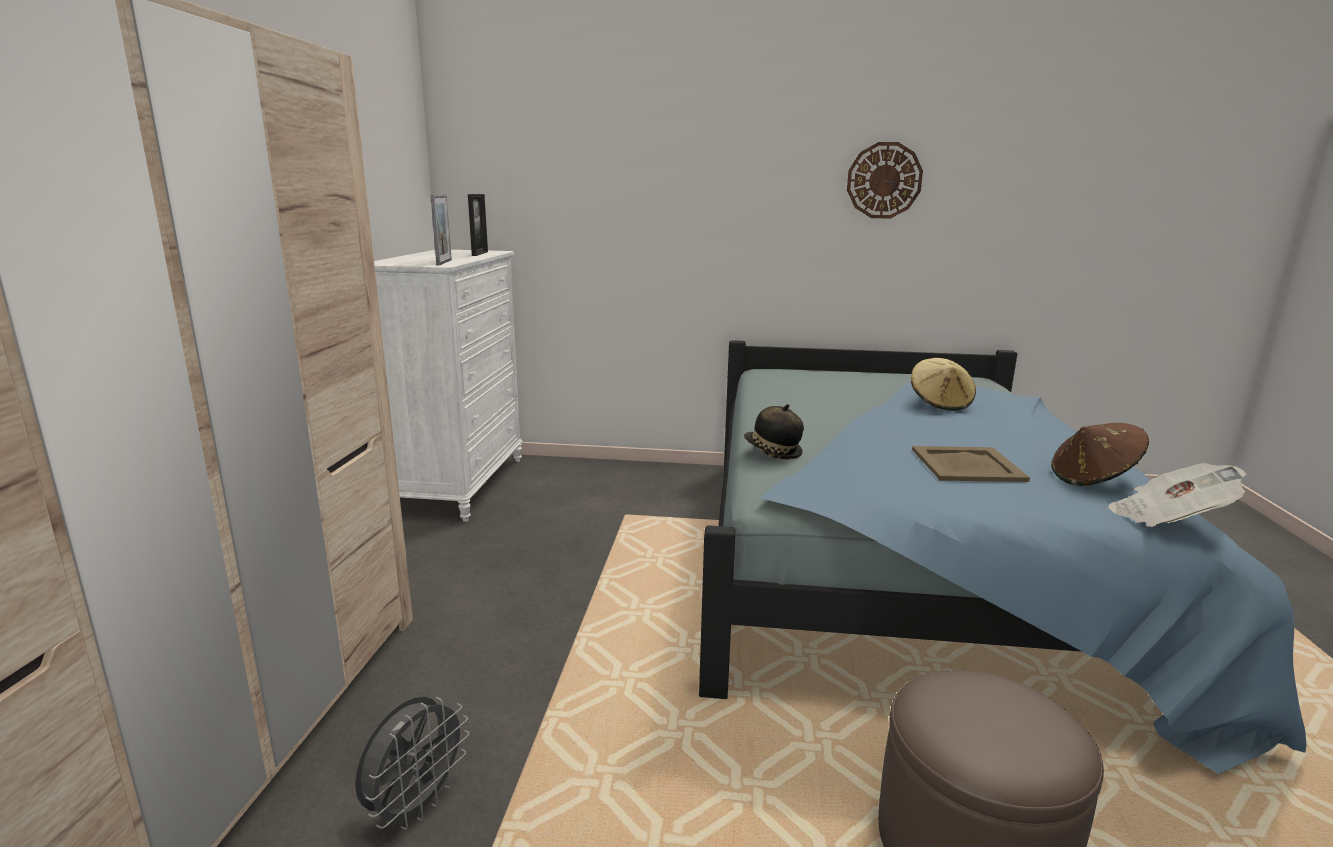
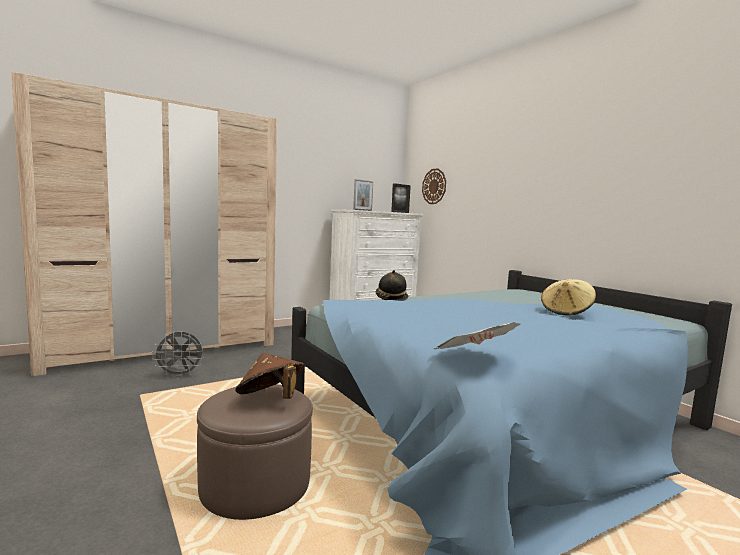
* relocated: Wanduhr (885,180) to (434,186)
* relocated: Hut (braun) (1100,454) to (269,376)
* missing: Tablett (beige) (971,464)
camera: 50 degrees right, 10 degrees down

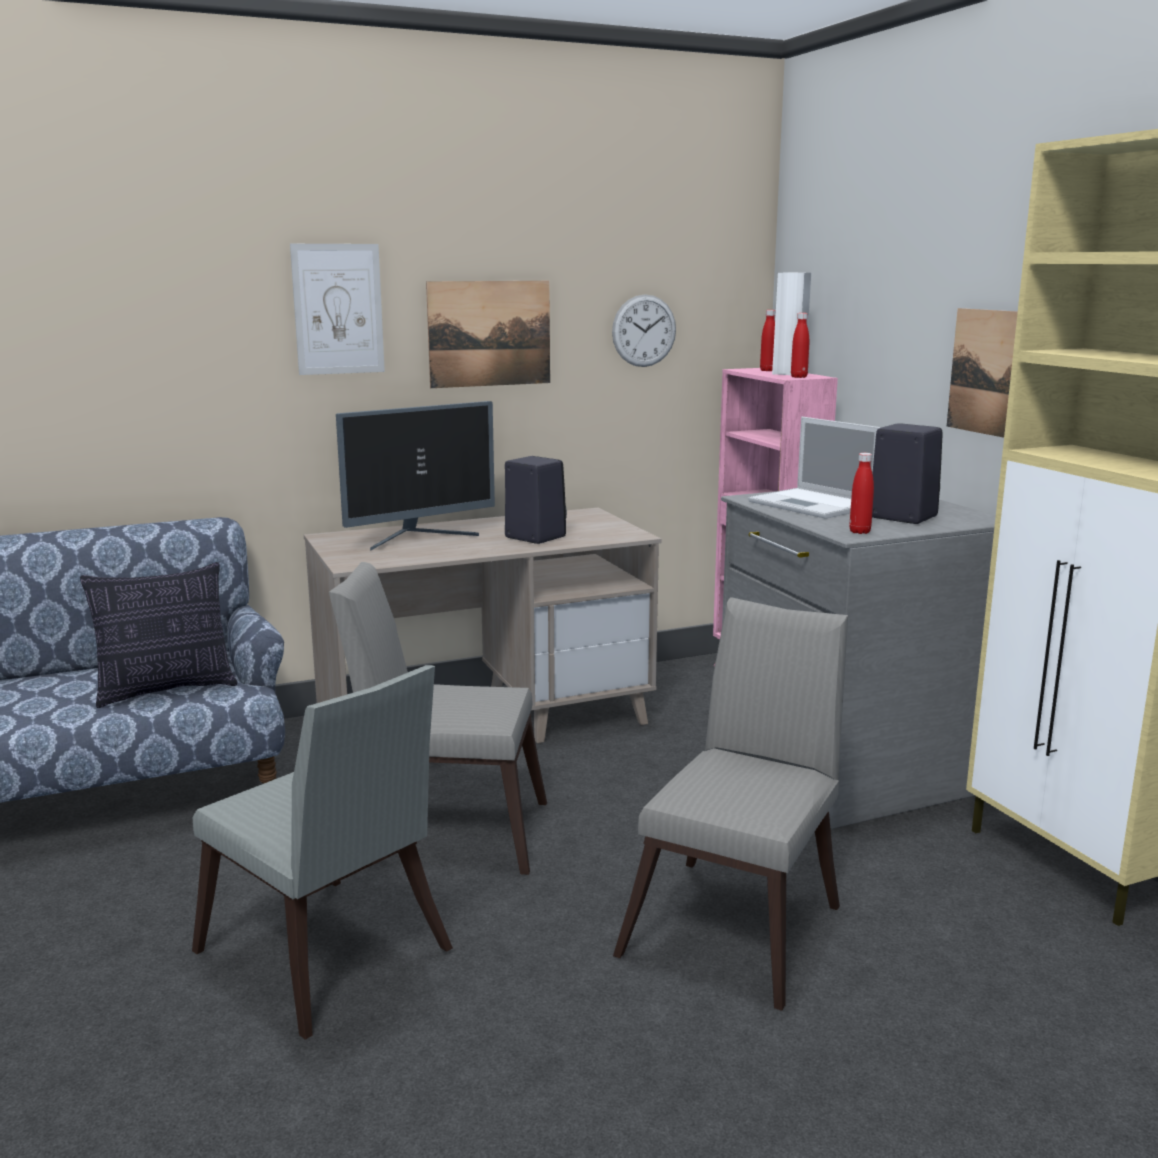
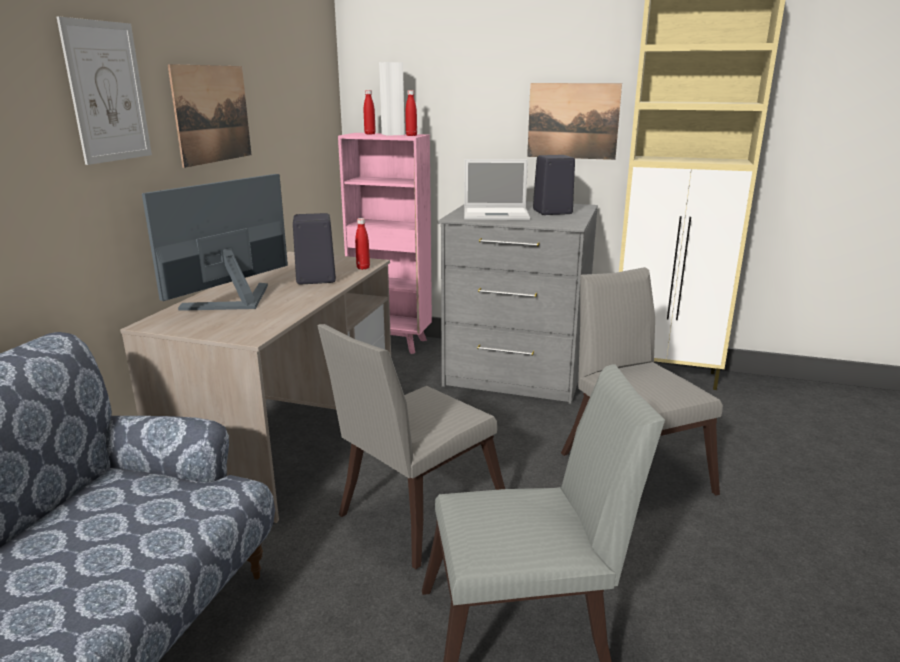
* missing: Wanduhr (644,330)
* spun: Monitor (415,476) = (215,242) 150 degrees counterclockwise
* relocated: Flasche (rot) (861,493) to (362,244)
* missing: Kissen (158,635)
camera: 50 degrees left, 5 degrees up

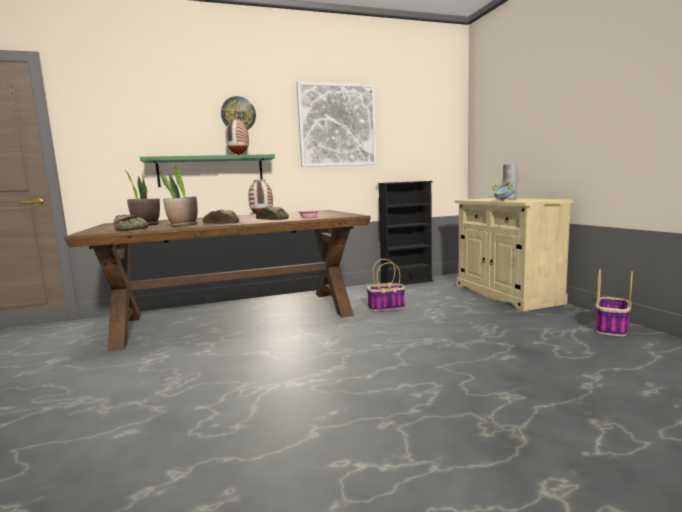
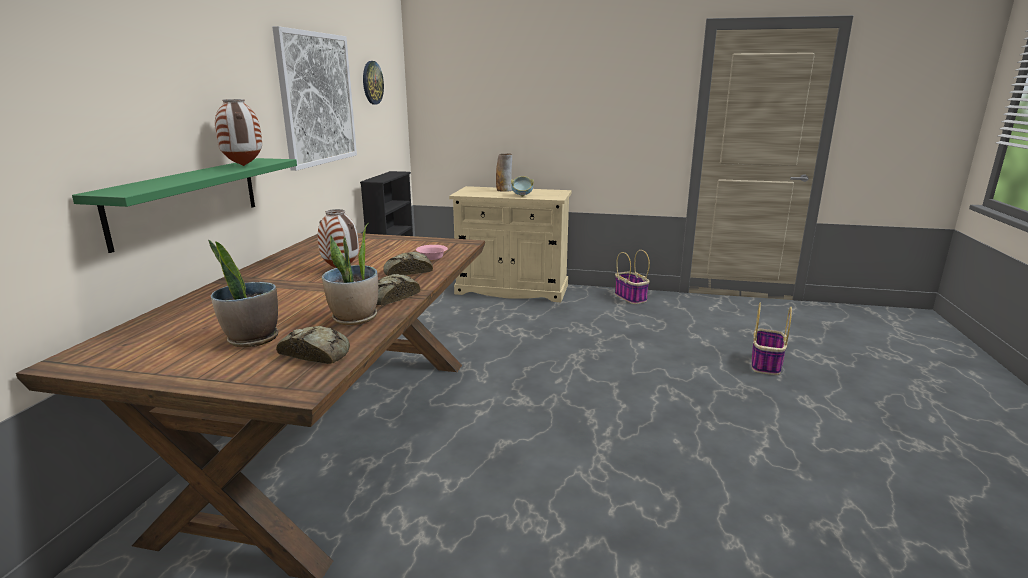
* relocated: Wanduhr (238,113) to (373,83)
* relocated: Korb (385,285) to (772,339)
camera: 60 degrees left, 10 degrees up

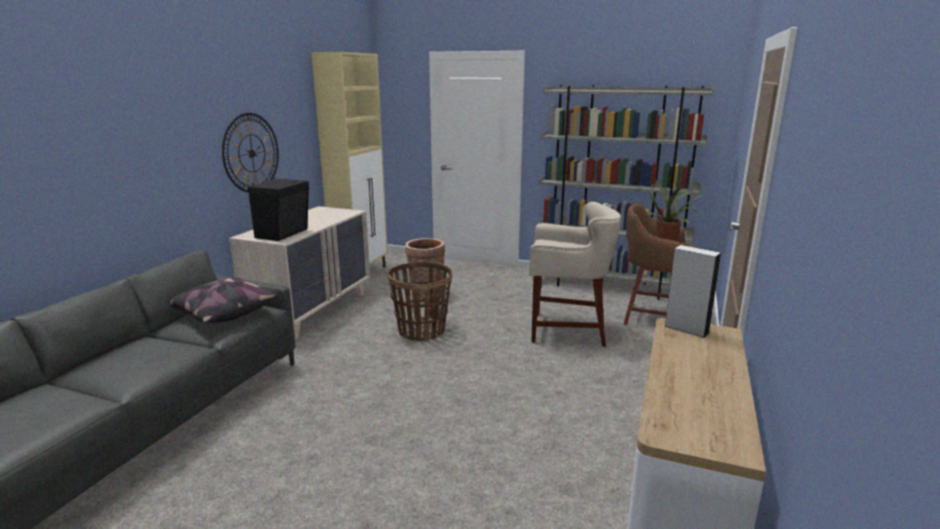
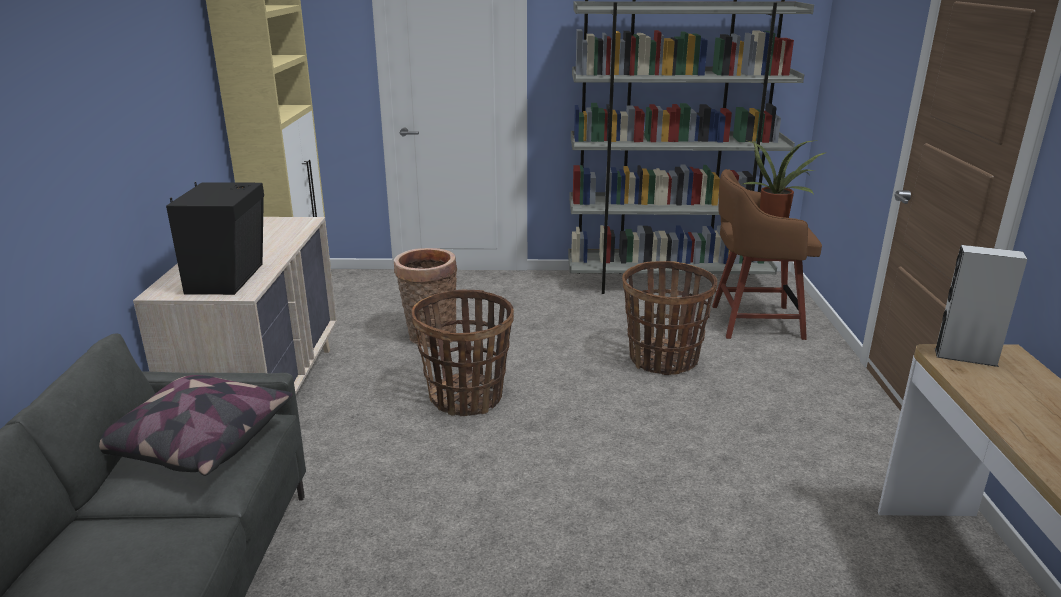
* missing: Wanduhr (250,153)
* exchanged: Hocker (beige) (575,274) to Korb (669,318)
camera: 20 degrees left, 5 degrees up

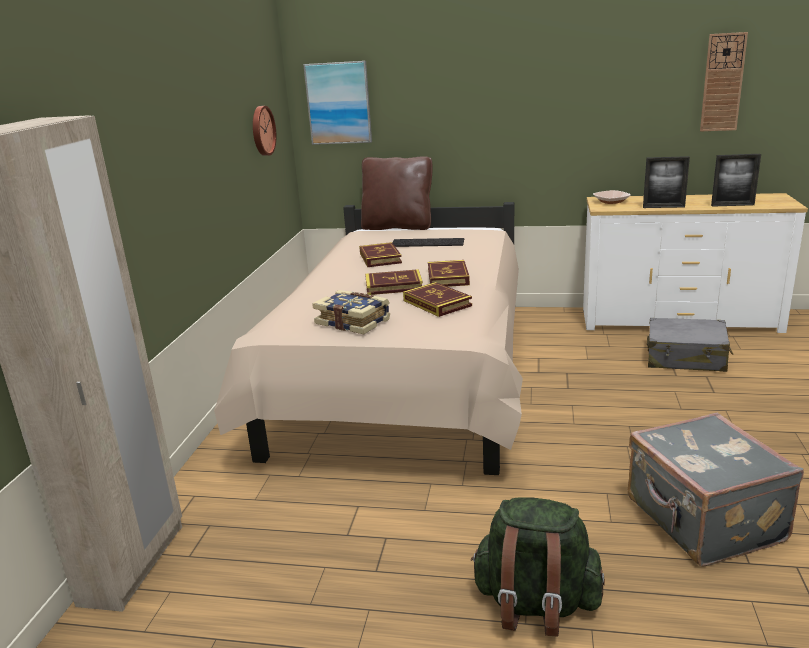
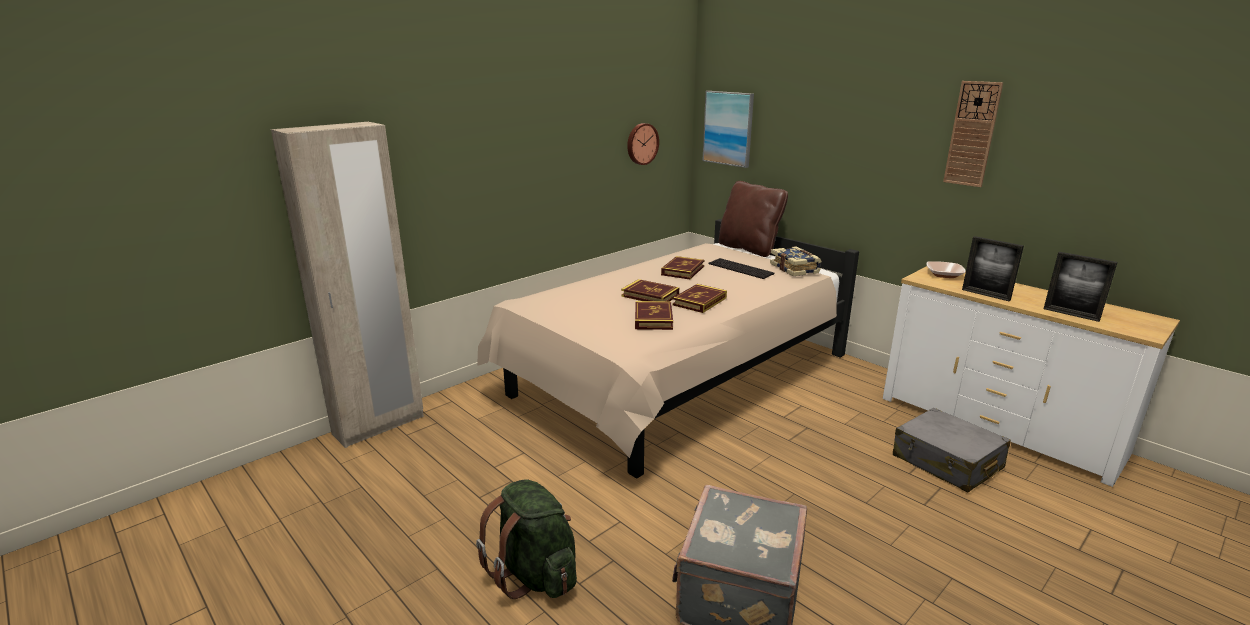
* relocated: Wanduhr (724,81) to (973,134)
* relocated: Buch (351,312) to (796,261)
camera: 35 degrees right, 0 degrees up

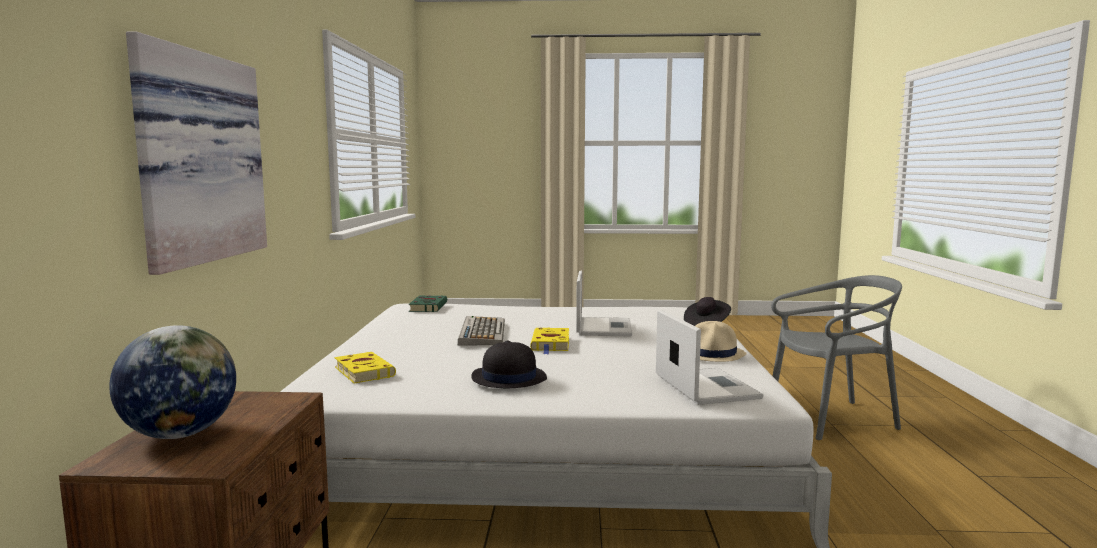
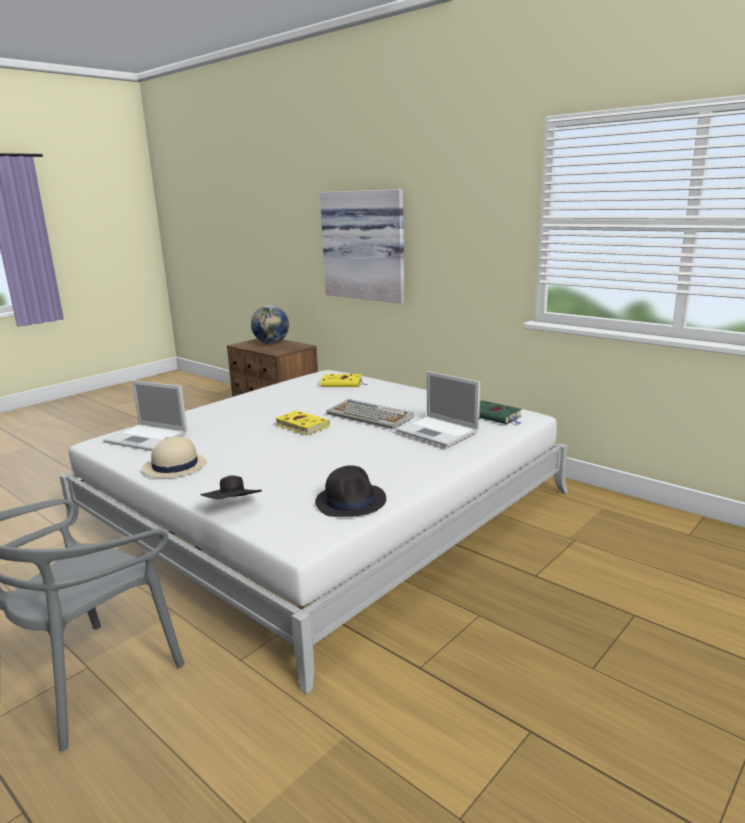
* relocated: Laptop (604,303) to (438,409)
* relocated: Hut (schwarz) (509,364) to (350,491)
camera: 130 degrees right, 10 degrees up

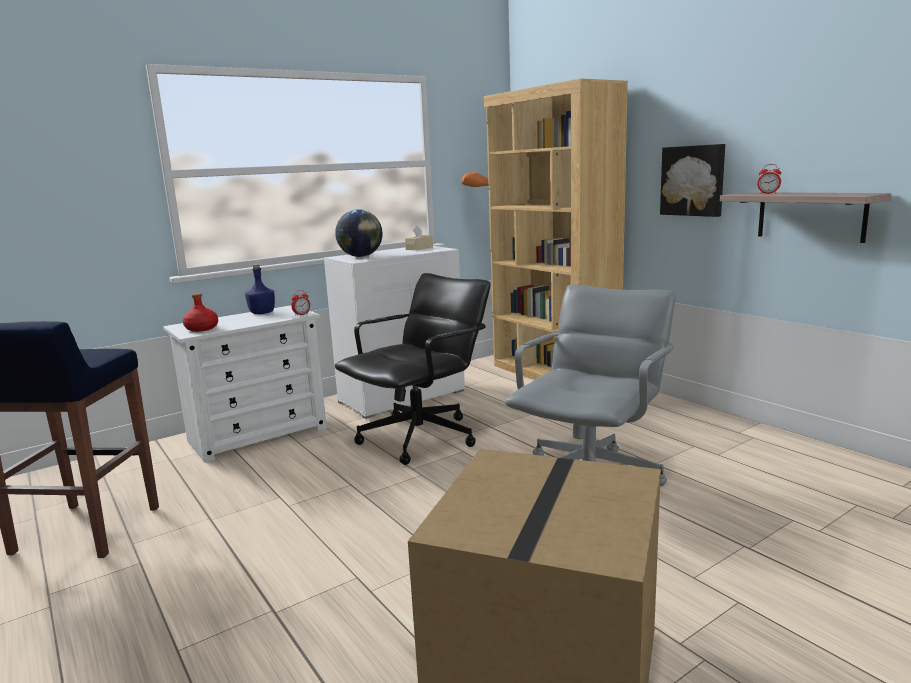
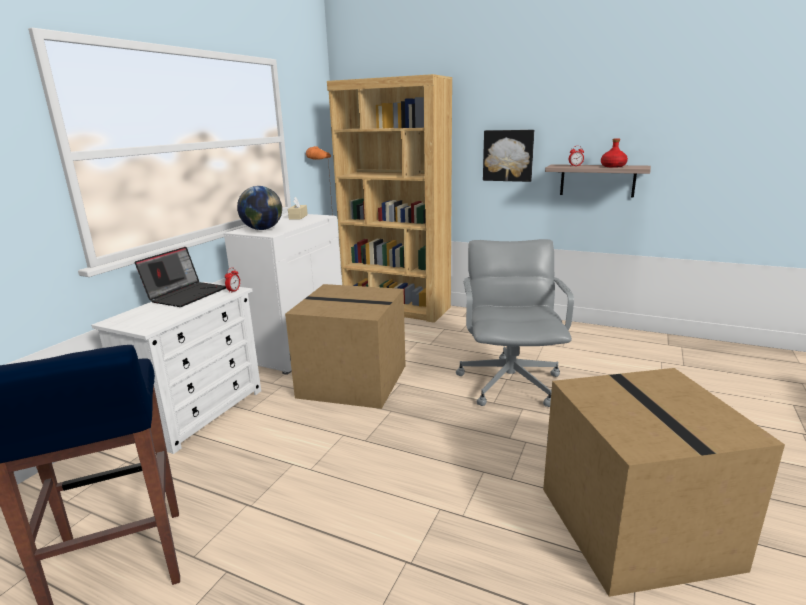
* exchanged: Flasche (blau) (260,289) to Laptop (180,277)
* exchanged: Bürostuhl (schwarz) (412,369) to Karton (345,346)
* relocated: Flasche (rot) (200,312) to (614,152)
camera: 30 degrees left, 5 degrees up

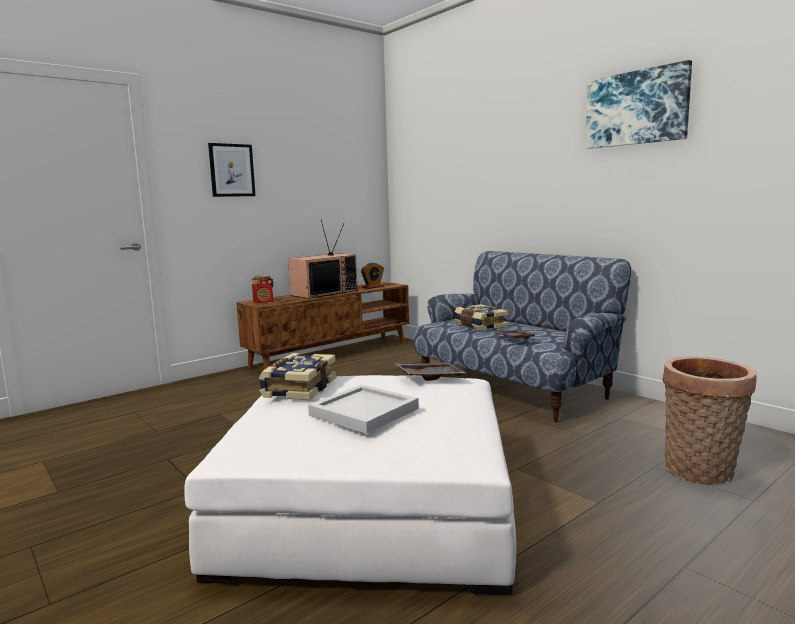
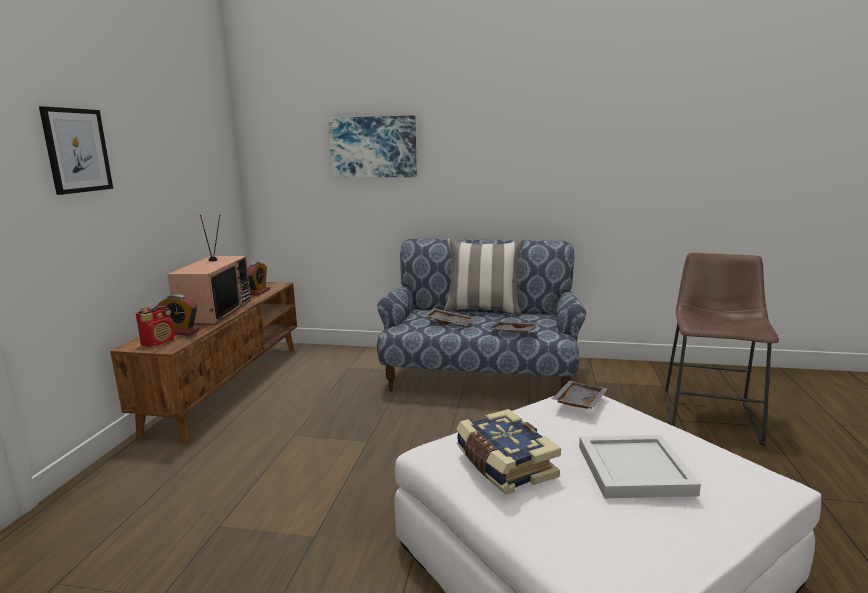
* relocated: Bild (639,104) to (372,147)
* exchanged: Buch (481,317) to Tablett (grau) (449,317)
* exchanged: Korb (710,421) to Hocker (braun) (721,349)
* appeared: Kissen (484,277)
* appeared: Wecker (178,314)
camera: 40 degrees left, 5 degrees up

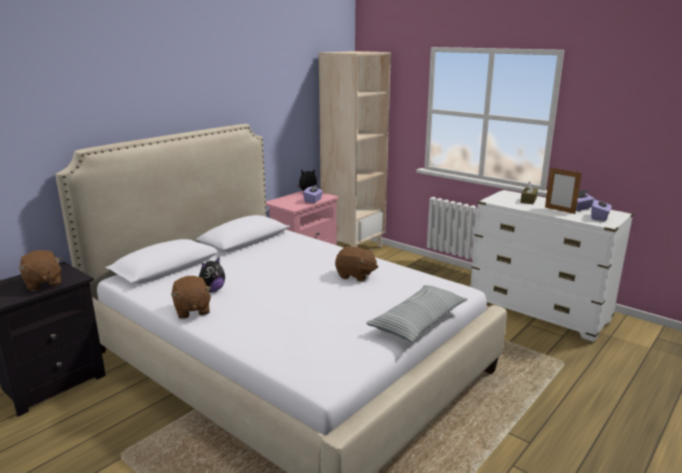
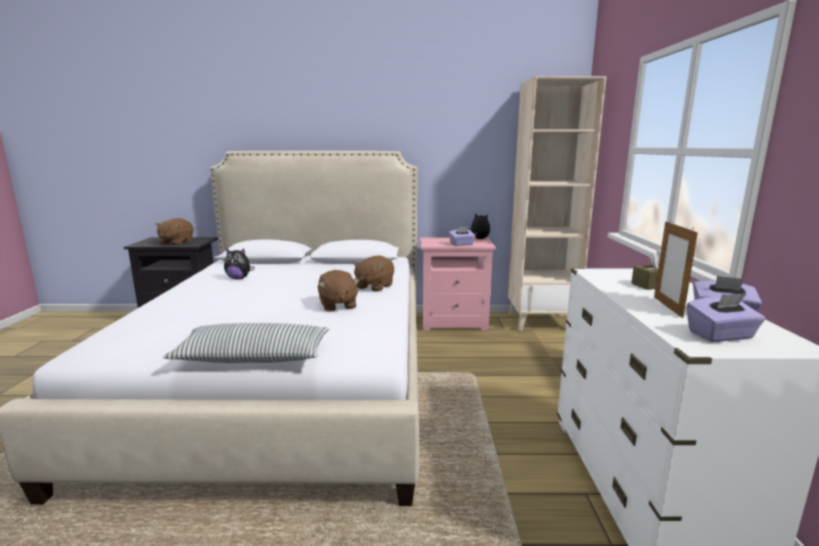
* relocated: Plüschtier (braun) (191,297) to (373,273)
camera: 50 degrees right, 5 degrees down

